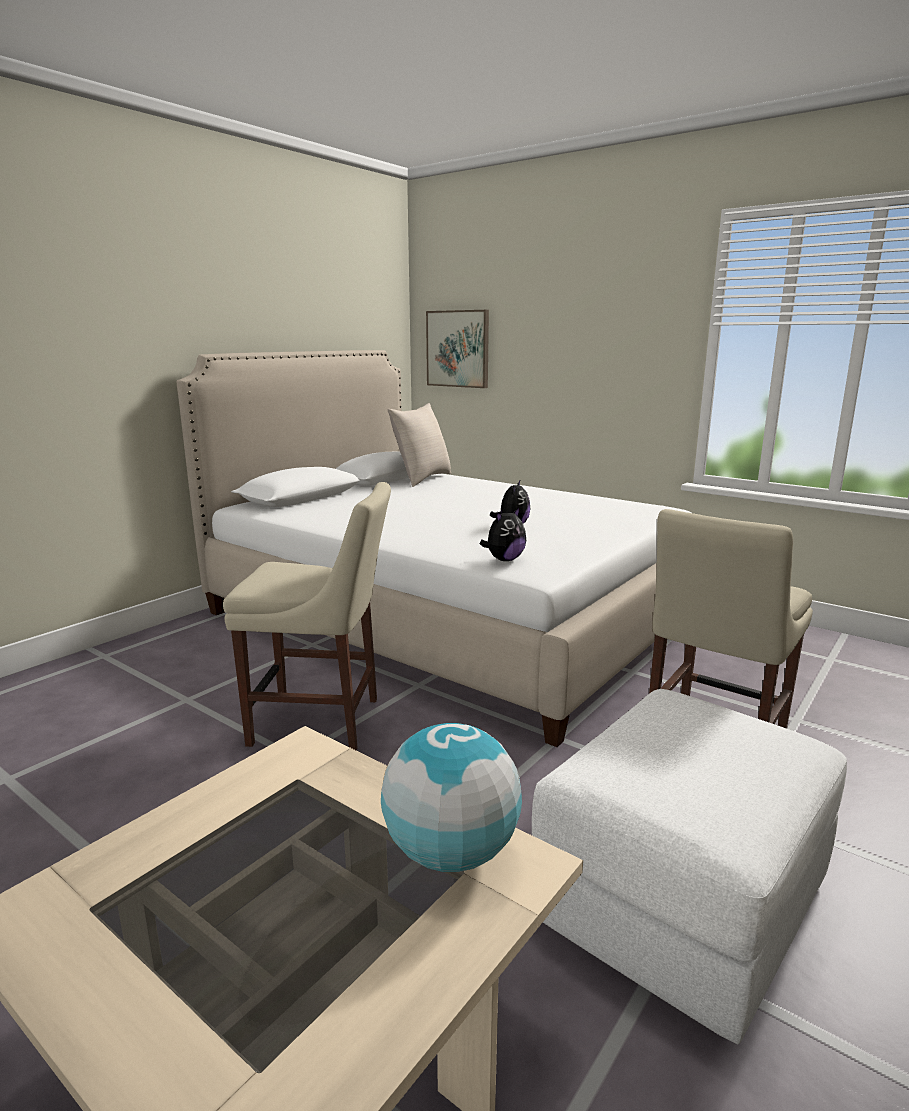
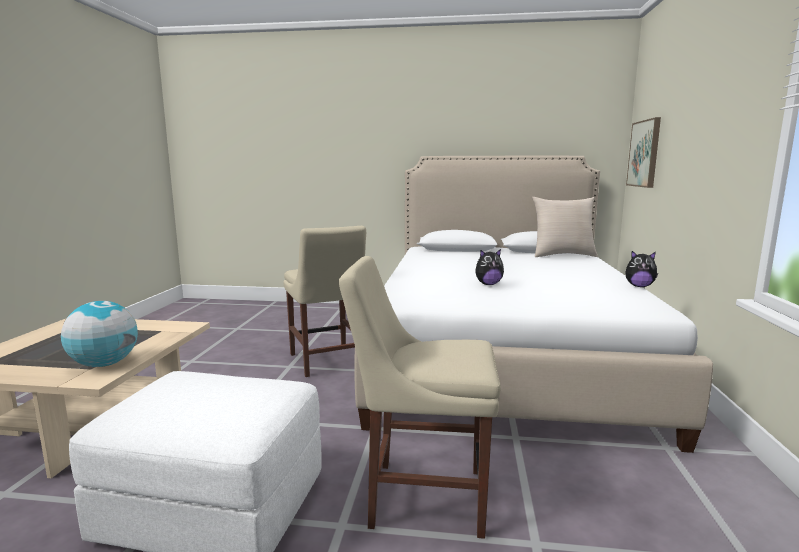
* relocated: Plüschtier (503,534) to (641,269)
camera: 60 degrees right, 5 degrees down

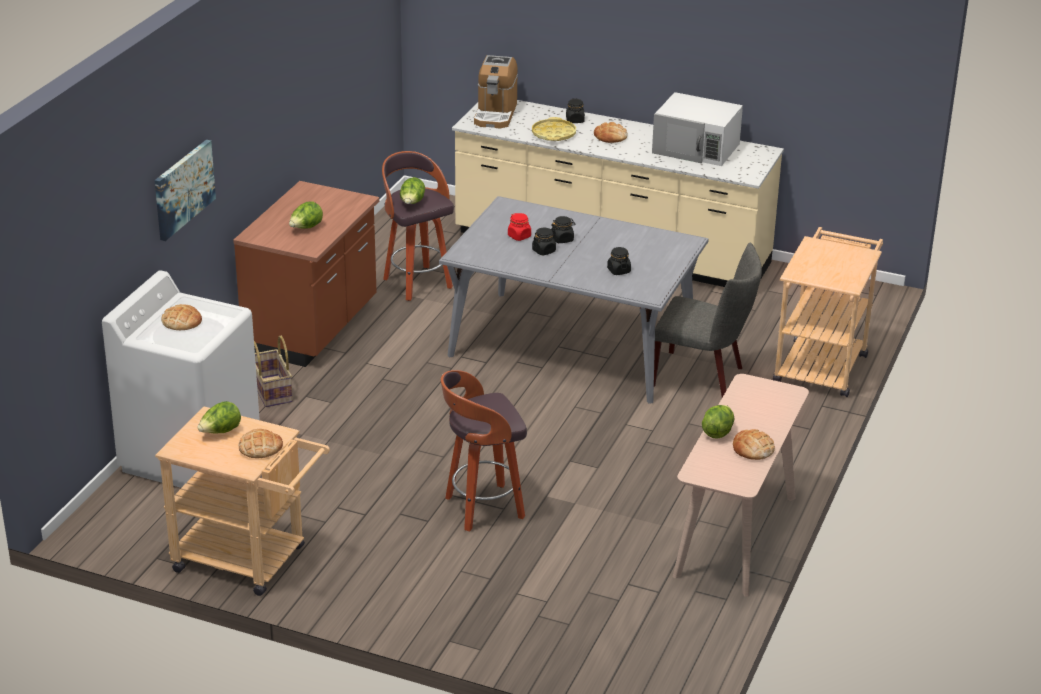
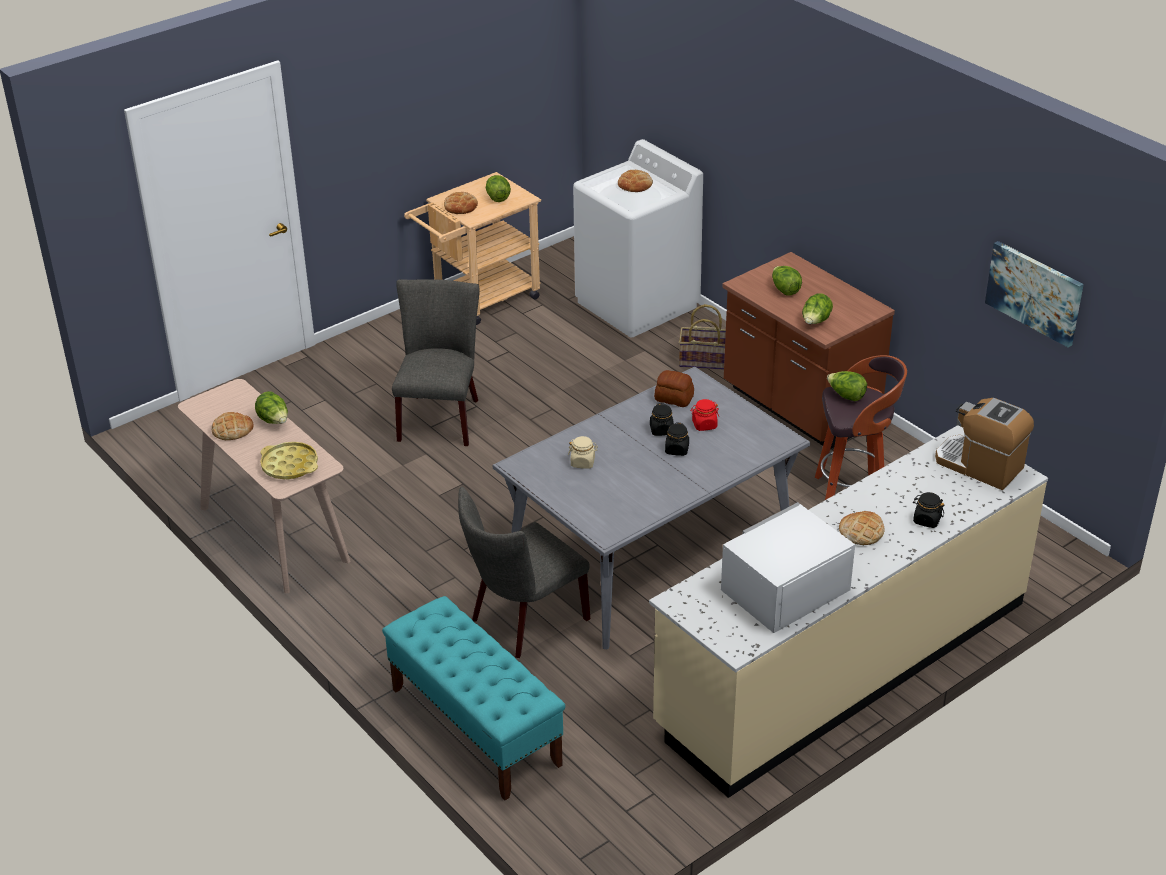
* relocated: Tablett (gelb) (554,129) to (289,461)
* relocated: Bild (185,190) to (1034,294)
* exchanged: Rollwagen (beige) (828,312) to Bank (türkis) (473,698)
* colour: Vorratsglas (schwarz) (619,261) to Vorratsglas (beige) (583,452)
* exchanged: Hocker (484,450) to Stuhl (grau) (436,362)
* appeared: Salatkopf (817,308)
* appeared: Brot (674,388)
camera: 120 degrees right, 5 degrees up

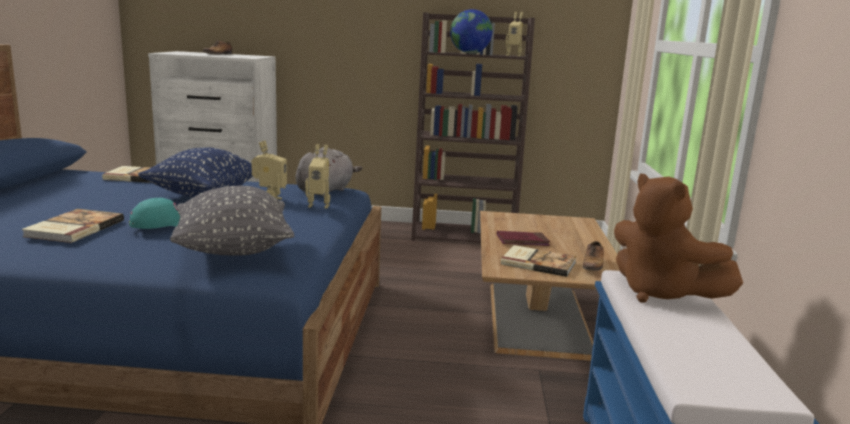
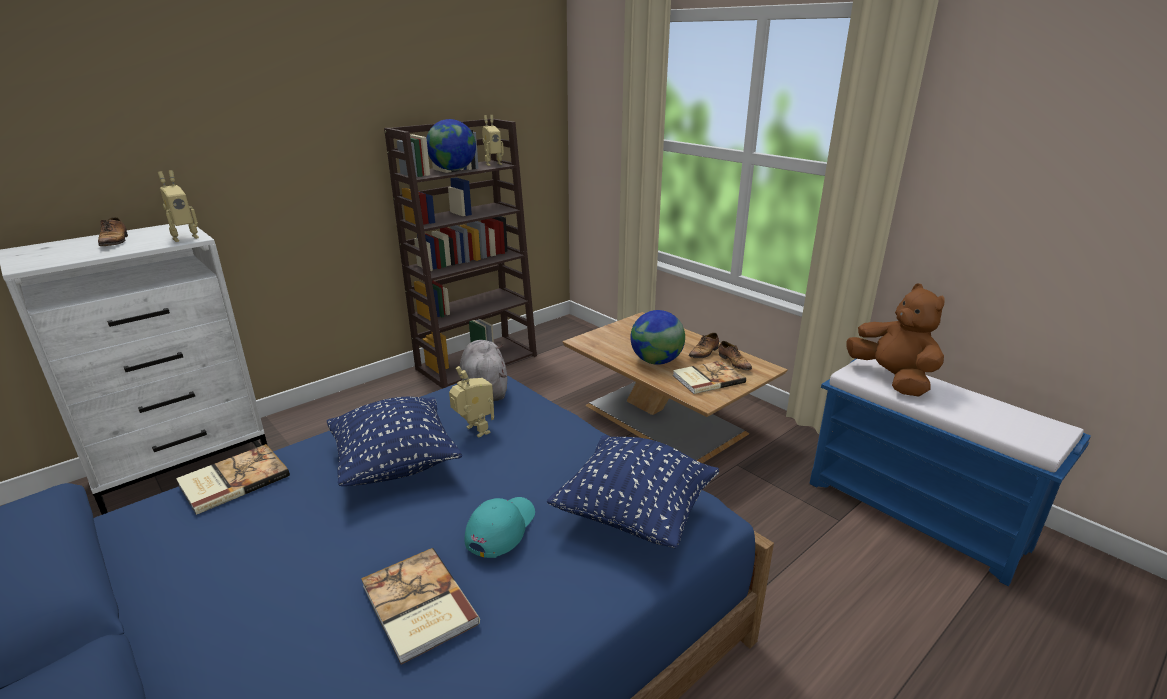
* relocated: Spielzeugroboter (317,176) to (178,206)
* spun: Plüschtier (braun) (678,238) = (896,340) 120 degrees counterclockwise
* colour: Kissen (grau) (232,221) to Kissen (blau) (633,491)
* exchanged: Buch (rot) (523,238) to Globus (657,337)
* appeared: Schuh (704,345)
camera: 45 degrees left, 10 degrees up

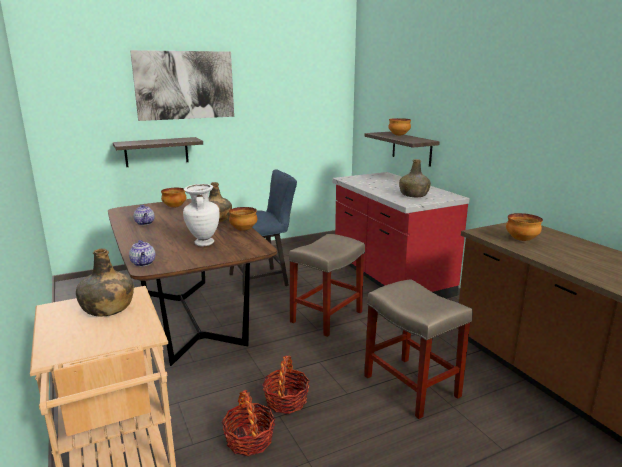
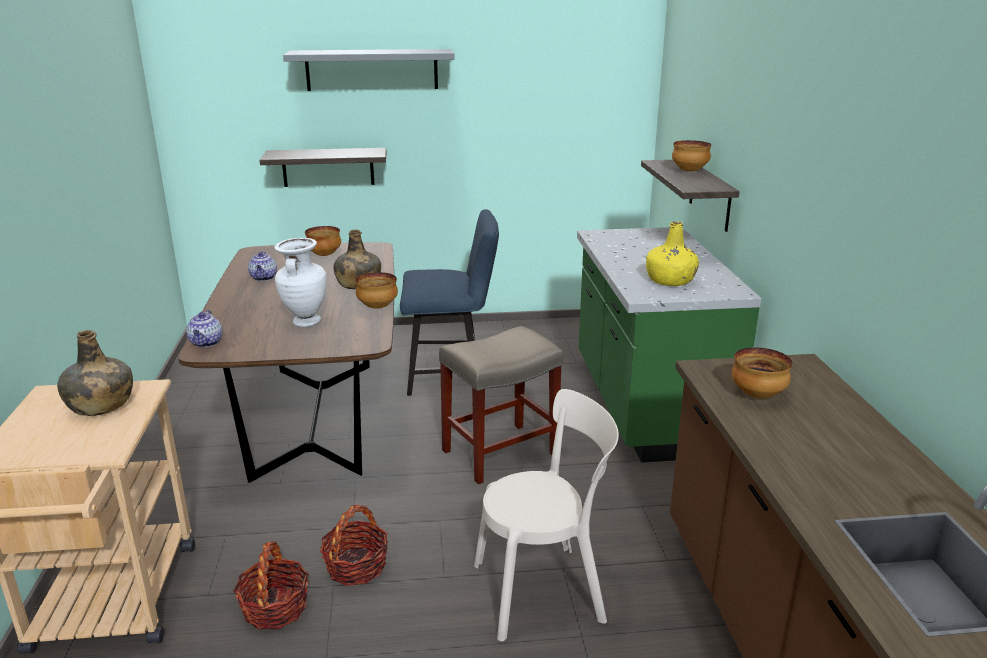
* exchanged: Bild (182,85) to Wandregal (grau) (368,70)
* colour: Flasche (grün) (415,178) to Flasche (gelb) (672,253)
* colour: Küchenzeile (rot) (401,235) to Küchenzeile (grün) (669,345)
* exchanged: Hocker (beige) (418,349) to Stuhl (beige) (546,515)
camera: 20 degrees right, 5 degrees up

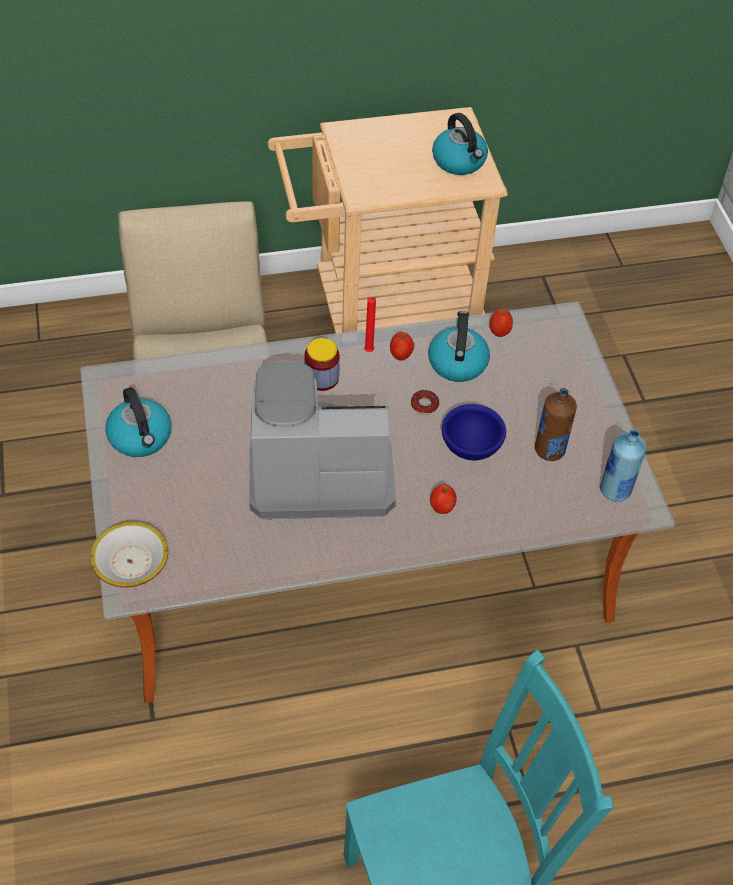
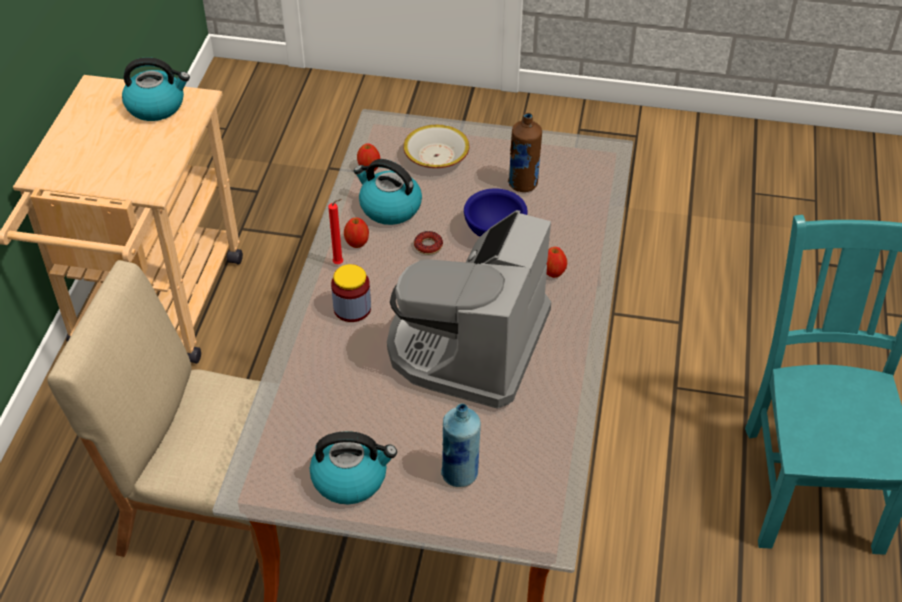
* relocated: Flasche (blau) (623,465) to (461,445)
* relocated: Schüssel (129,554) to (436,146)
camera: 65 degrees left, 5 degrees down

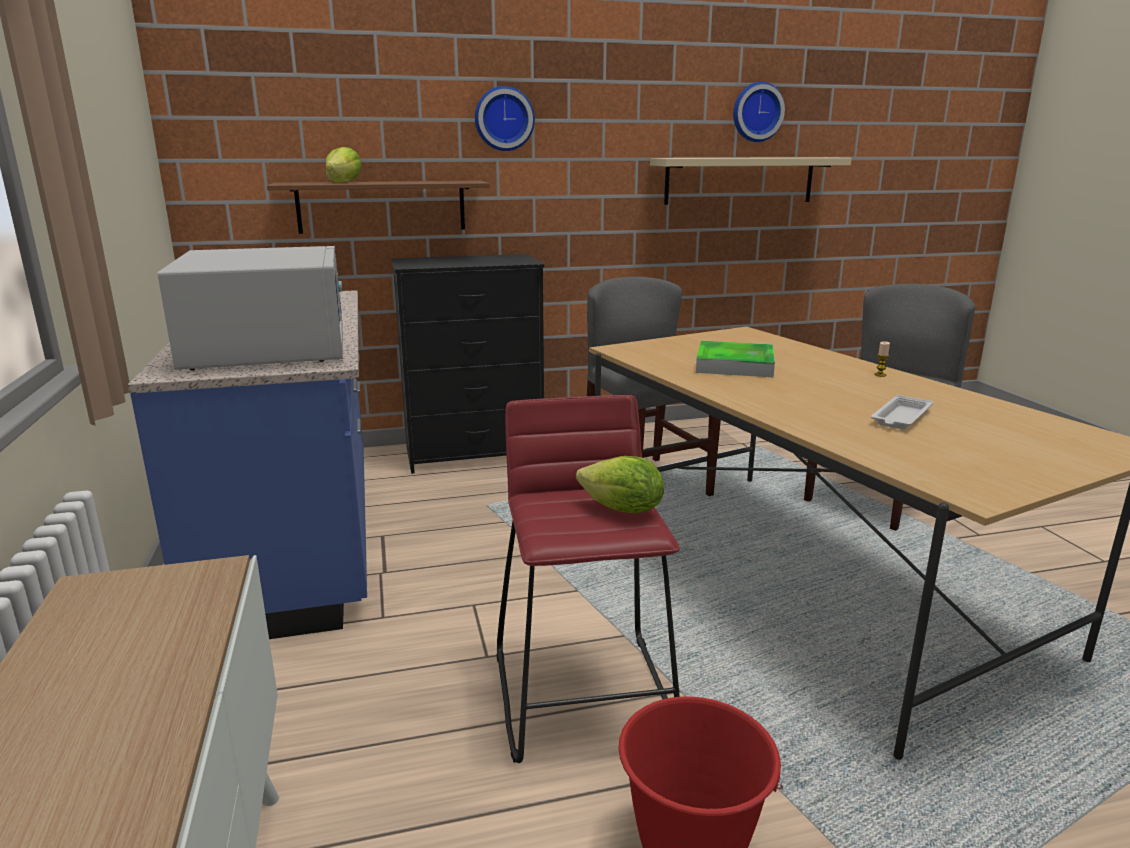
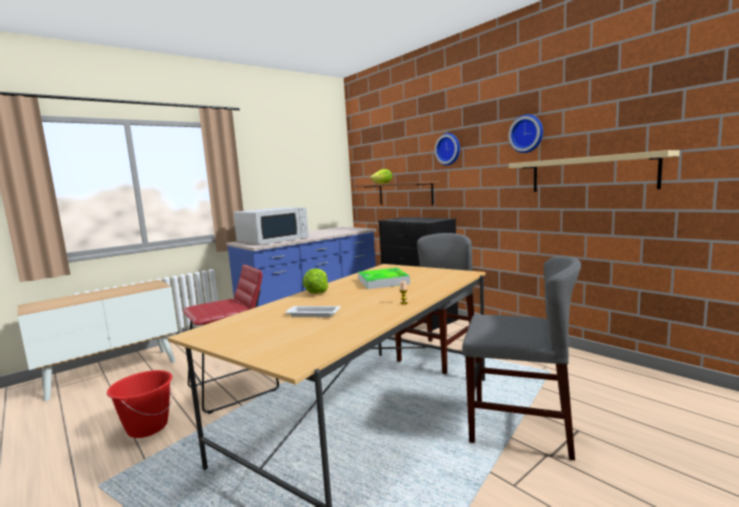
* relocated: Wanduhr (759,112) to (525,133)
* relocated: Salatkopf (620,485) to (316,281)
camera: 65 degrees right, 10 degrees down

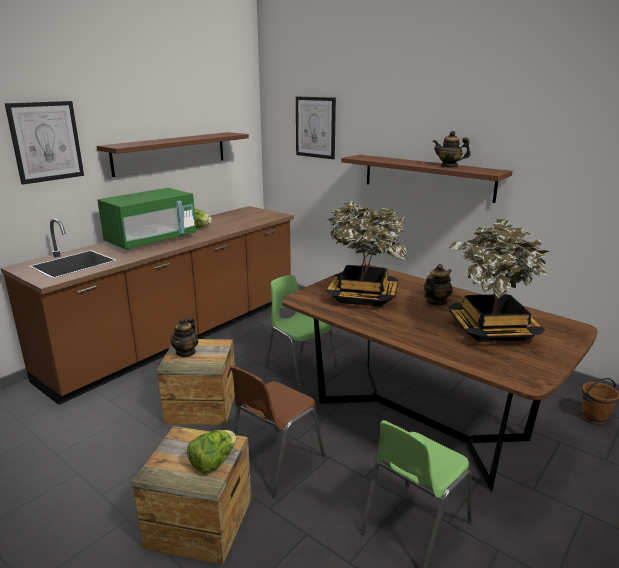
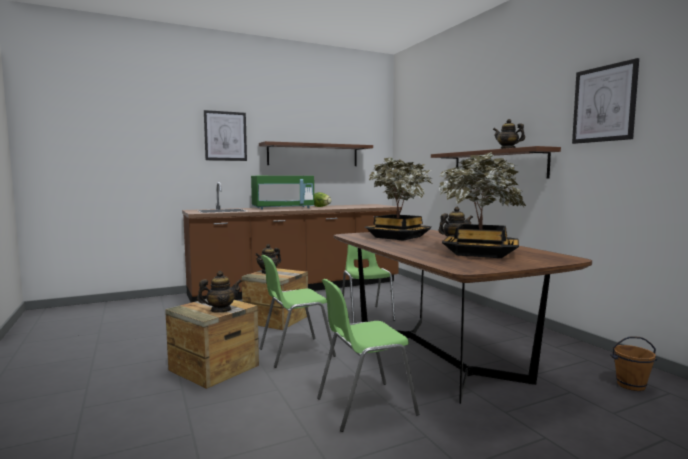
* relocated: Bild (316,128) to (605,101)
* colour: Stuhl (braun) (277,432) to Stuhl (grün) (297,311)
* exchanged: Salatkopf (212,451) to Teekanne (219,292)
camera: 25 degrees right, 15 degrees down

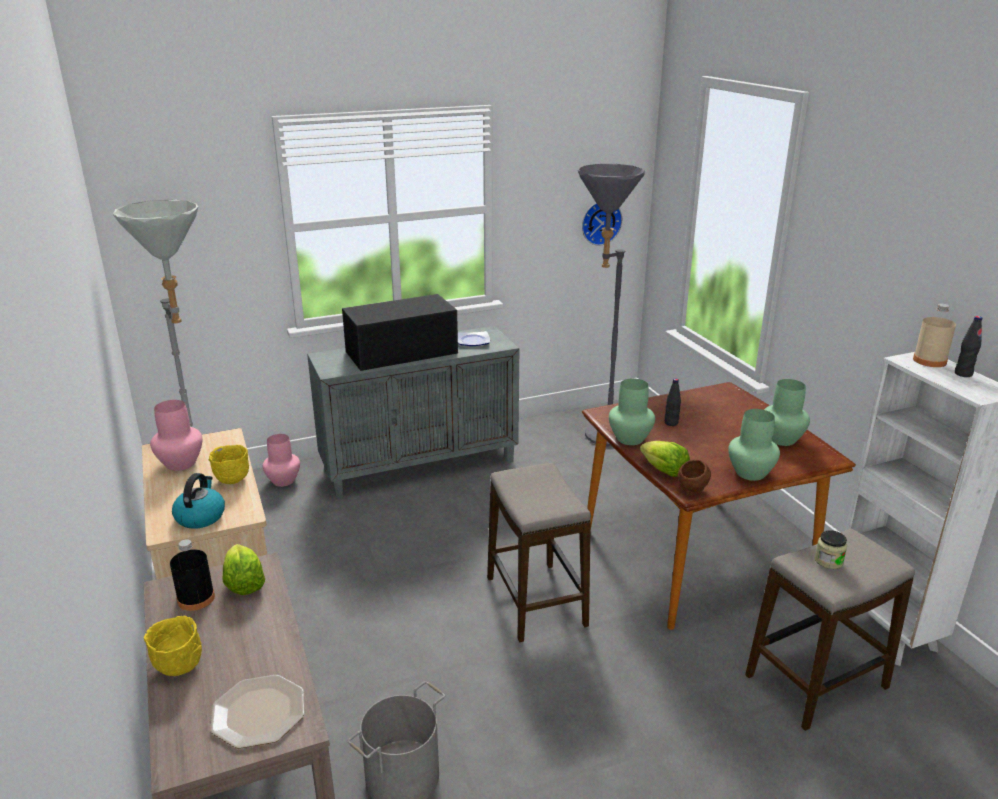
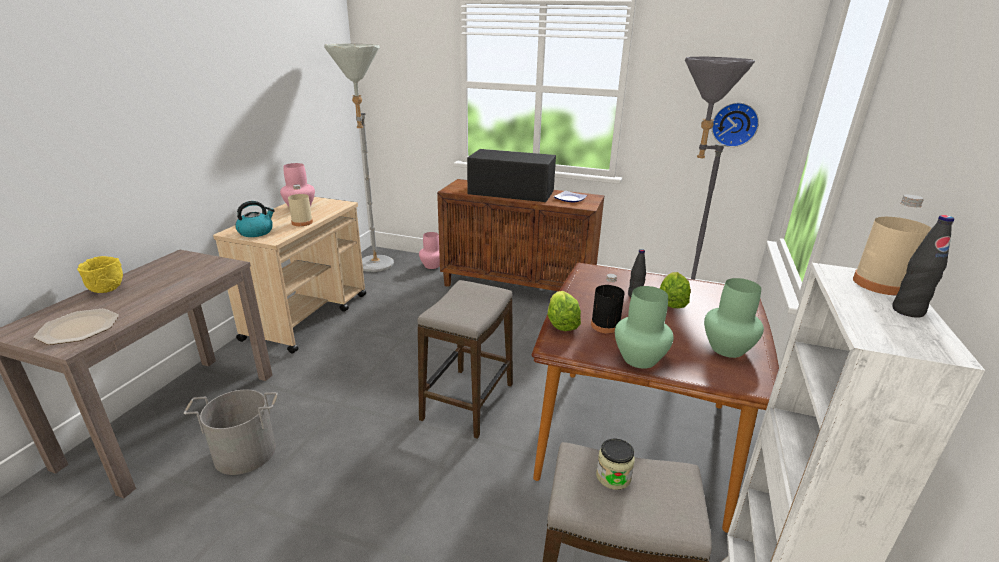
* colour: Schrank (grau) (413,412) to Schrank (braun) (521,235)
* missing: Vase (grün) (632,411)
* exchanged: Schüssel (gelb) (229,464) to Flasche (beige) (300,205)
* missing: Schüssel (braun) (694,476)
* relocated: Flasche (schwarz) (192,575) to (608,304)
* relocated: Salatkopf (244,569) to (675,290)
camera: 40 degrees right, 0 degrees up

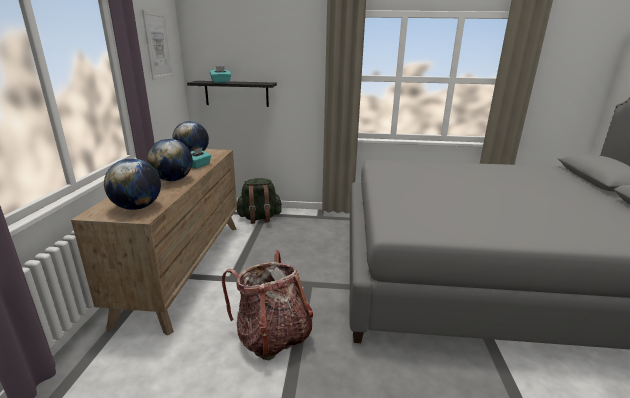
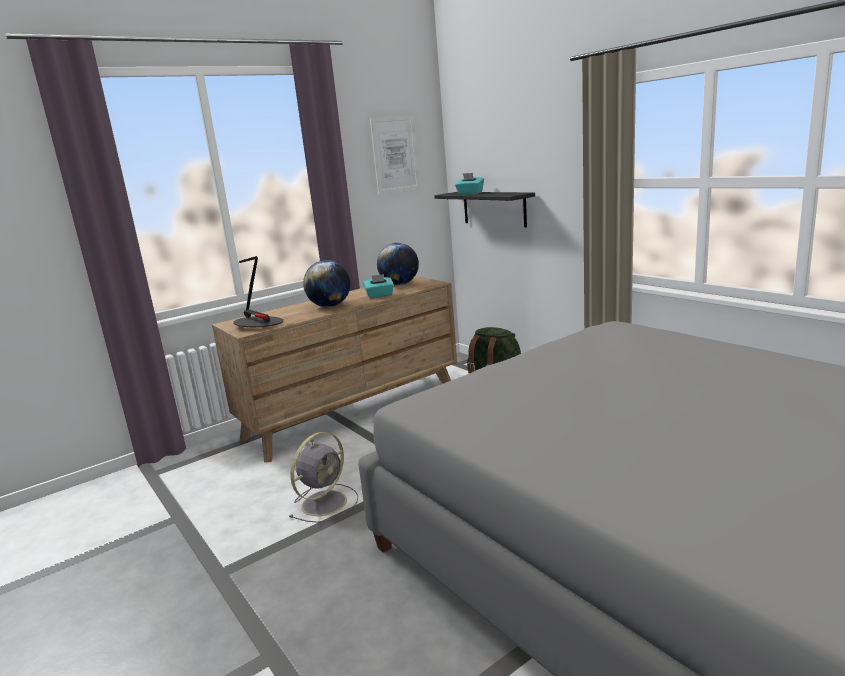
* exchanged: Globus (132,184) to Tischlampe (258,291)
* exchanged: Rucksack (267,305) to Ventilator (grau) (323,477)
camera: 50 degrees right, 5 degrees down

